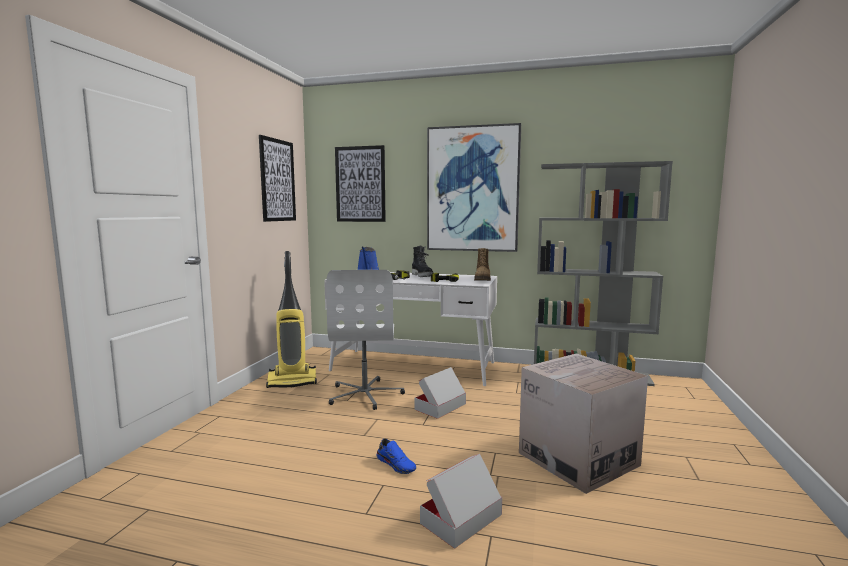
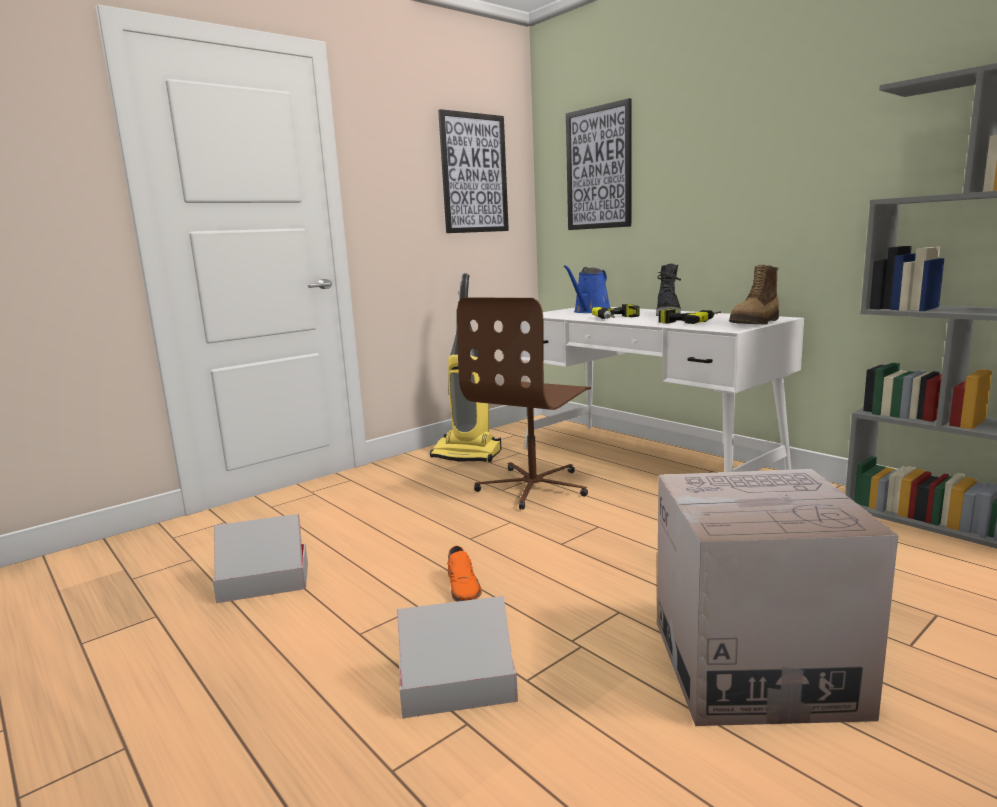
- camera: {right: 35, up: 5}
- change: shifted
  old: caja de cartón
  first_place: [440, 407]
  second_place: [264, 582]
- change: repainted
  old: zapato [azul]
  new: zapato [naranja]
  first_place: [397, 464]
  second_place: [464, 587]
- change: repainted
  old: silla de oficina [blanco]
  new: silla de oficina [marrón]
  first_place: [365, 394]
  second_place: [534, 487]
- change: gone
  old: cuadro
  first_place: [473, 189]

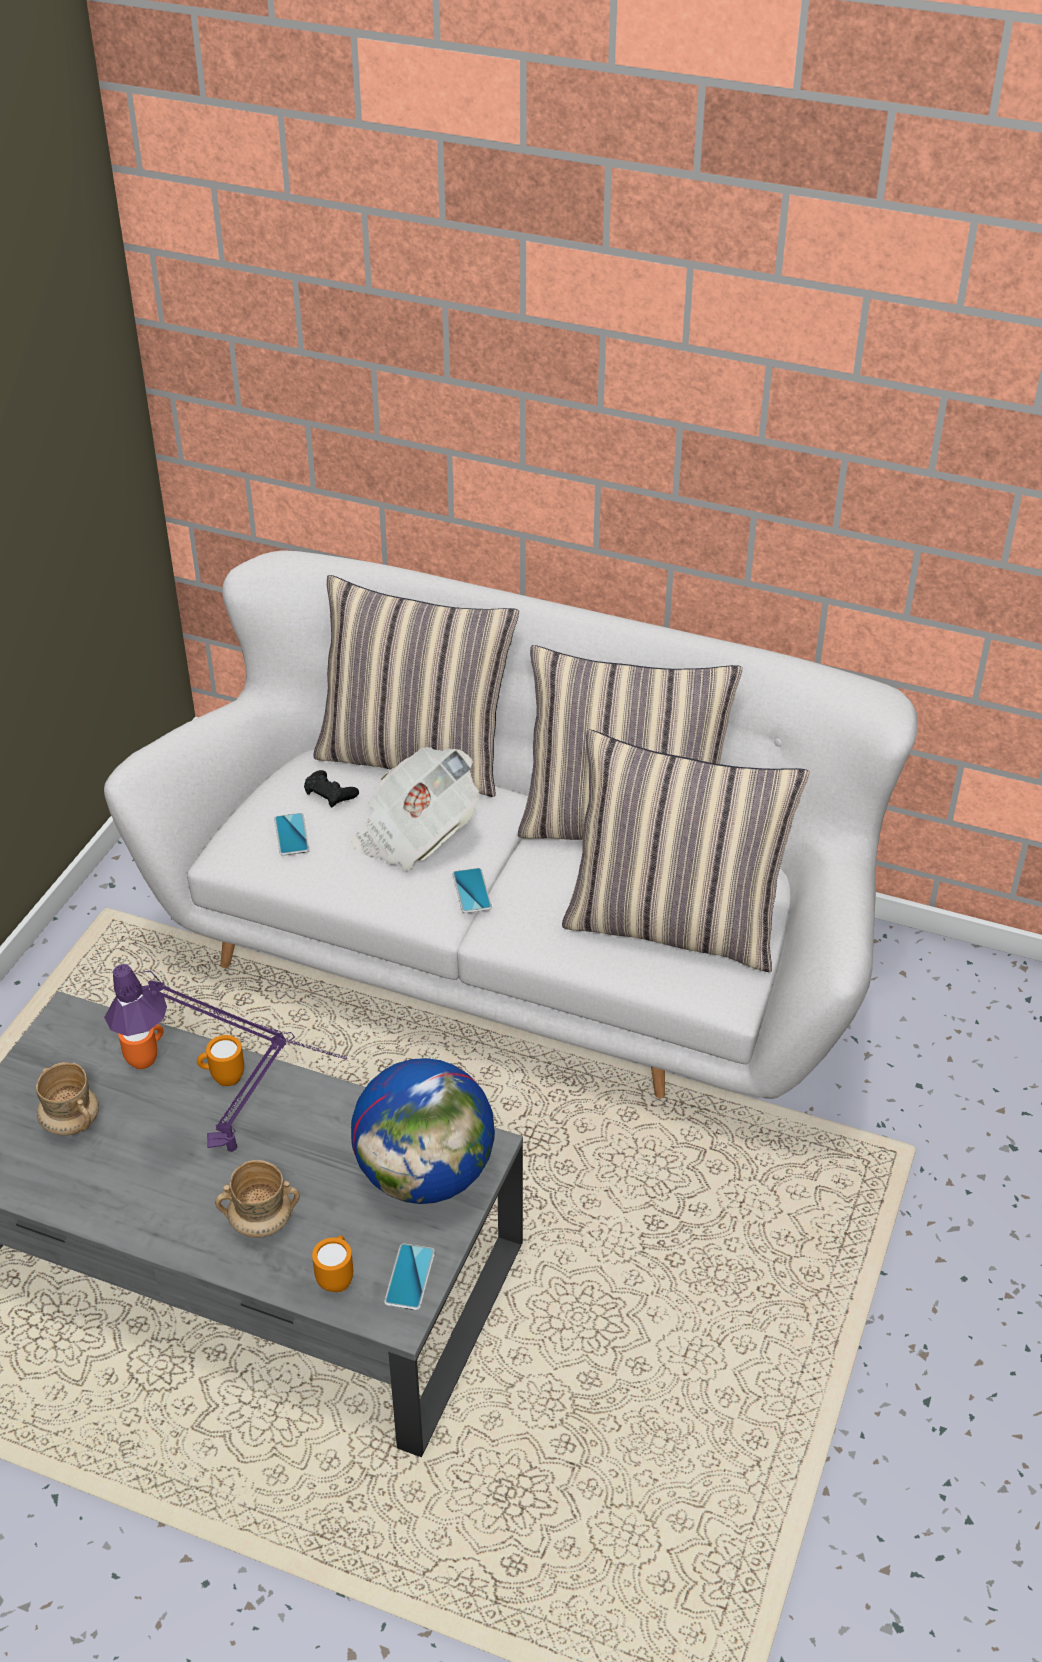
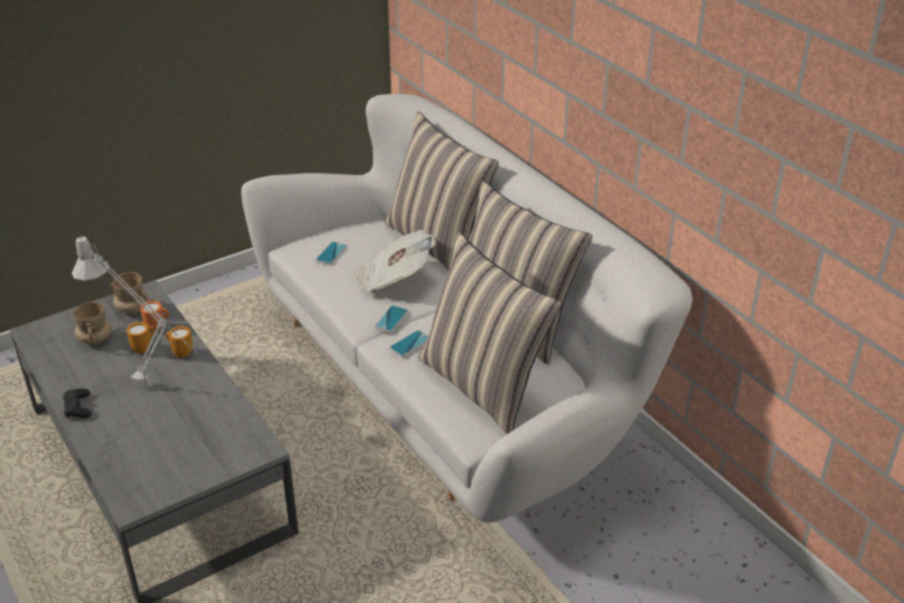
- camera: {right: 35, up: -5}
- change: shifted
  old: mando de consola [negro]
  first_place: [330, 793]
  second_place: [78, 408]
- change: repainted
  old: lámpara de mesa [morado]
  new: lámpara de mesa [gris]
  first_place: [247, 1149]
  second_place: [154, 390]
- change: shifted
  old: taza grande [beis]
  first_place: [261, 1223]
  second_place: [132, 309]
- change: shifted
  old: taza grande [naranja]
  first_place: [337, 1277]
  second_place: [145, 348]
- change: shifted
  old: móvil
  first_place: [410, 1277]
  second_place: [410, 344]
- change: gone
  old: globo terráqueo
  first_place: [426, 1175]

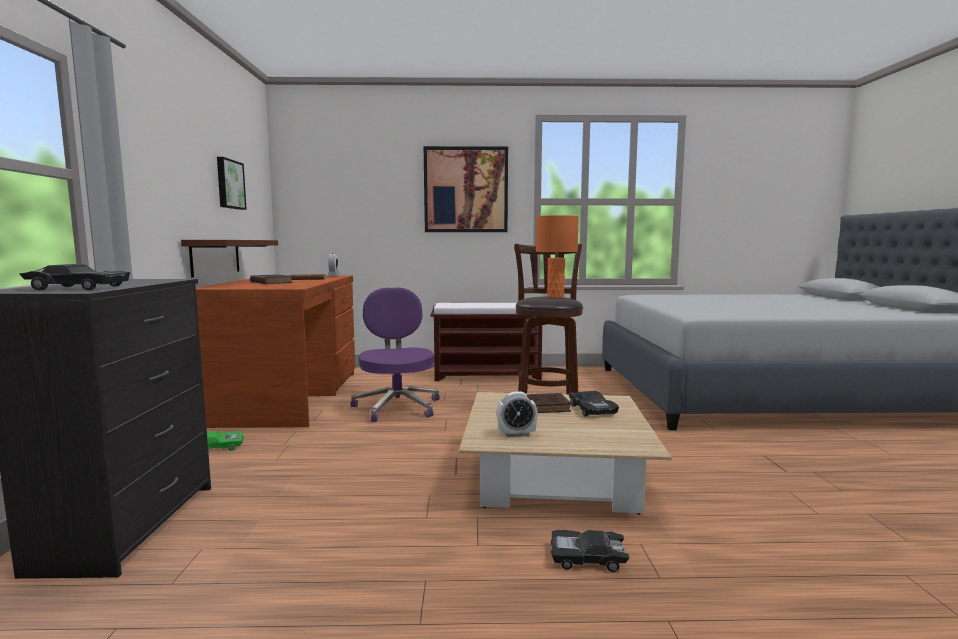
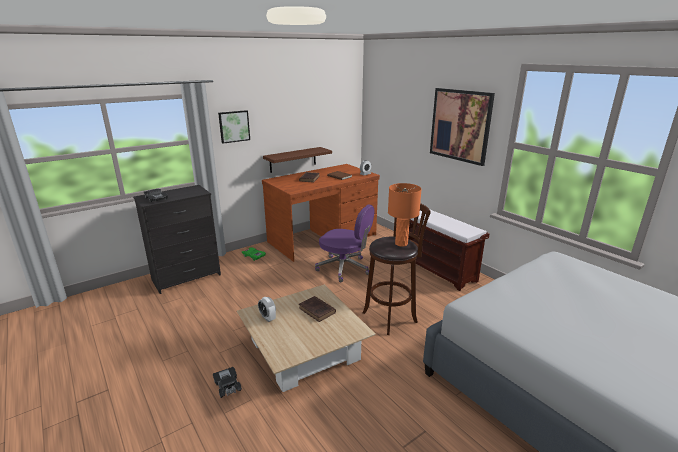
- camera: {right: 55, up: 15}
- change: shifted
  old: cuadro
  first_place: [229, 184]
  second_place: [234, 126]
- change: rotated
  old: silla de oficina [morado]
  first_place: [397, 406]
  second_place: [344, 268]
  degrees: 75
- change: gone
  old: coche de juguete [negro]
  first_place: [592, 410]

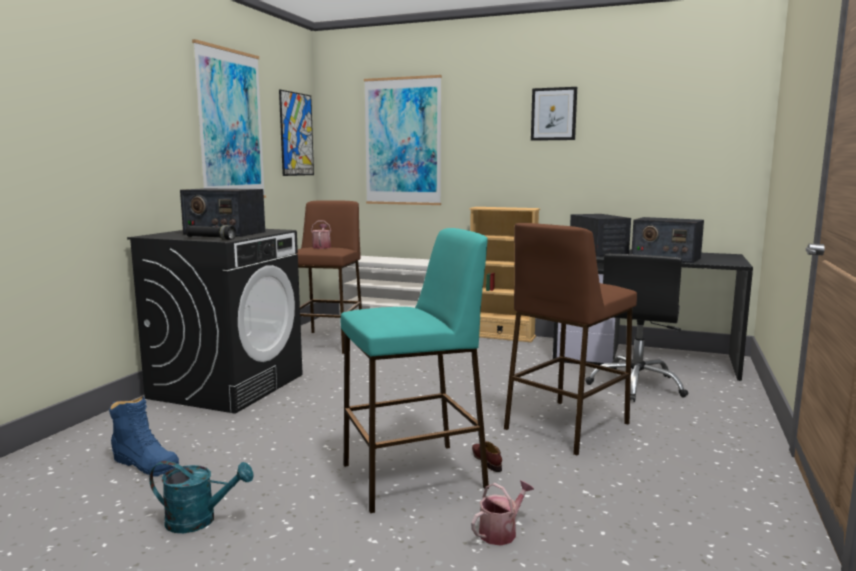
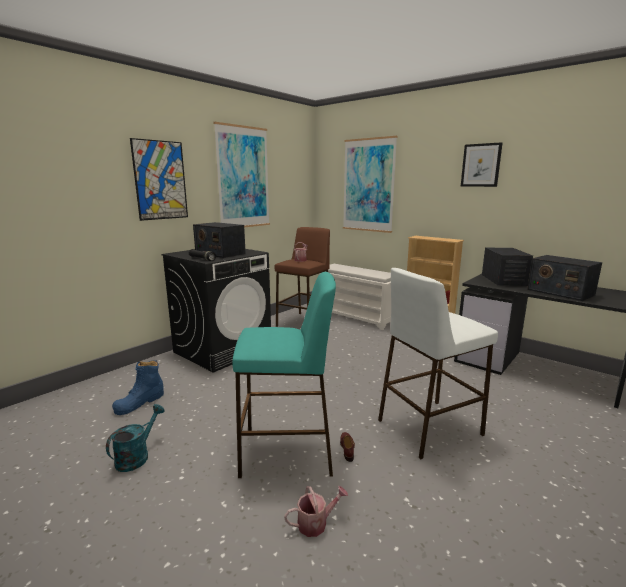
- camera: {right: 20, up: 5}
- change: rotated
  old: regadera [turquesa]
  first_place: [199, 520]
  second_place: [137, 456]
  degrees: -90
- change: rotated
  old: bota [azul]
  first_place: [145, 463]
  second_place: [140, 403]
  degrees: 75
- change: shifted
  old: cuadro
  first_place: [296, 134]
  second_place: [160, 180]
- change: repainted
  old: taburete [marrón]
  new: taburete [blanco]
  first_place: [566, 426]
  second_place: [428, 427]
- change: gone
  old: silla de oficina [negro]
  first_place: [636, 385]

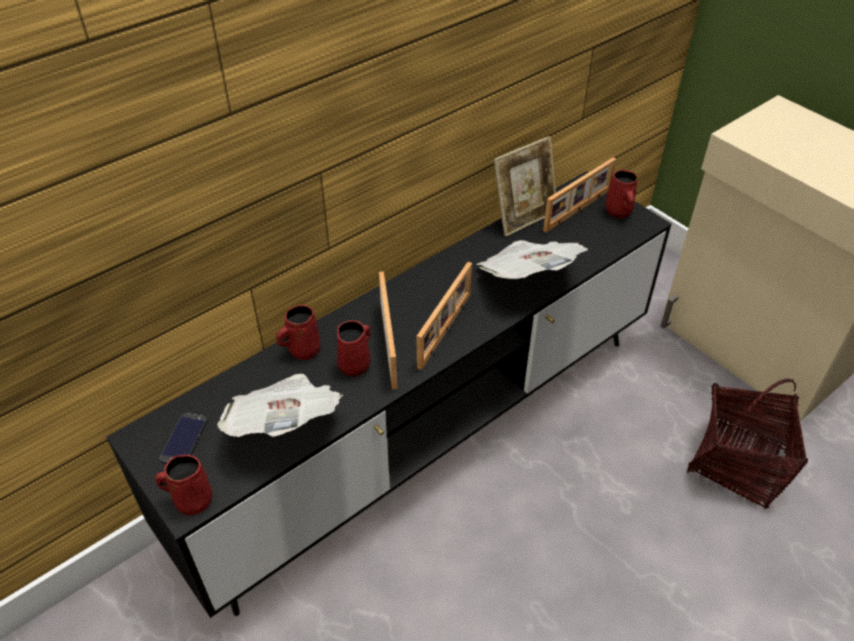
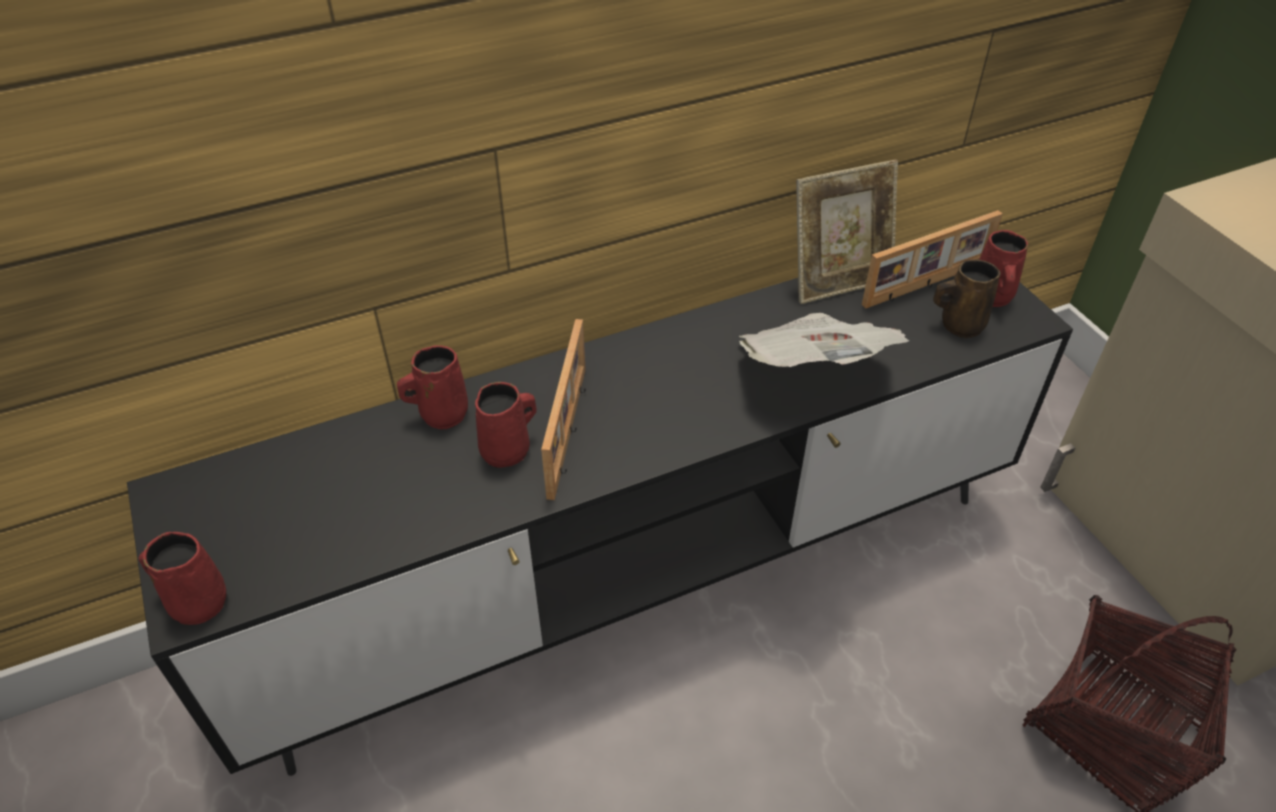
- camera: {right: 15, up: 0}
- change: new
  new: taza grande [marrón]
  second_place: [959, 325]
- change: gone
  old: móvil
  first_place: [184, 439]
- change: gone
  old: periódico
  first_place: [285, 424]
- change: gone
  old: portarretratos
  first_place: [446, 331]

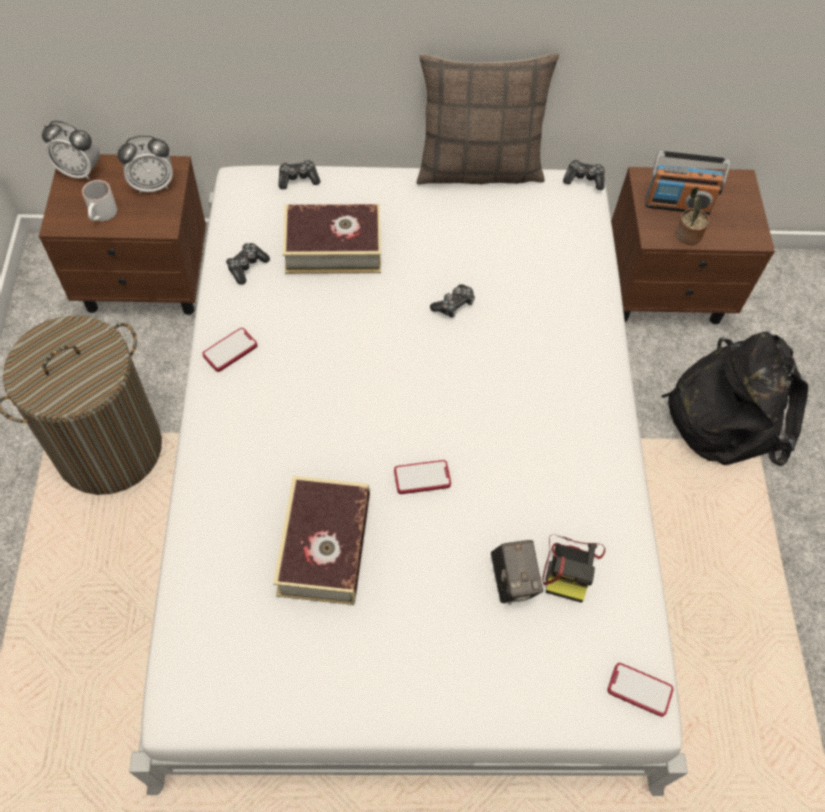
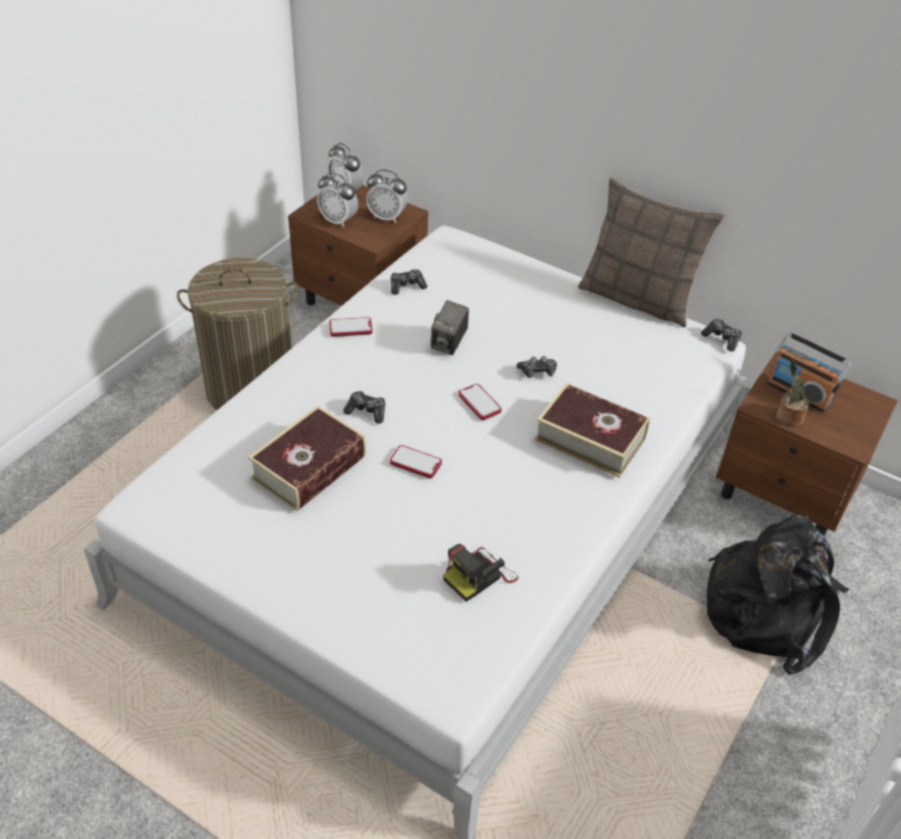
- camera: {right: 35, up: -15}
- change: swapped
  old: taza grande [blanco]
  new: despertador
  first_place: [102, 215]
  second_place: [338, 221]
- change: shifted
  old: mando de consola
  first_place: [298, 179]
  second_place: [366, 411]
- change: shifted
  old: cámara
  first_place: [512, 581]
  second_place: [449, 343]
- change: shifted
  old: móvil
  first_place: [639, 690]
  second_place: [479, 403]
- change: shifted
  old: libro
  first_place: [333, 248]
  second_place: [590, 439]

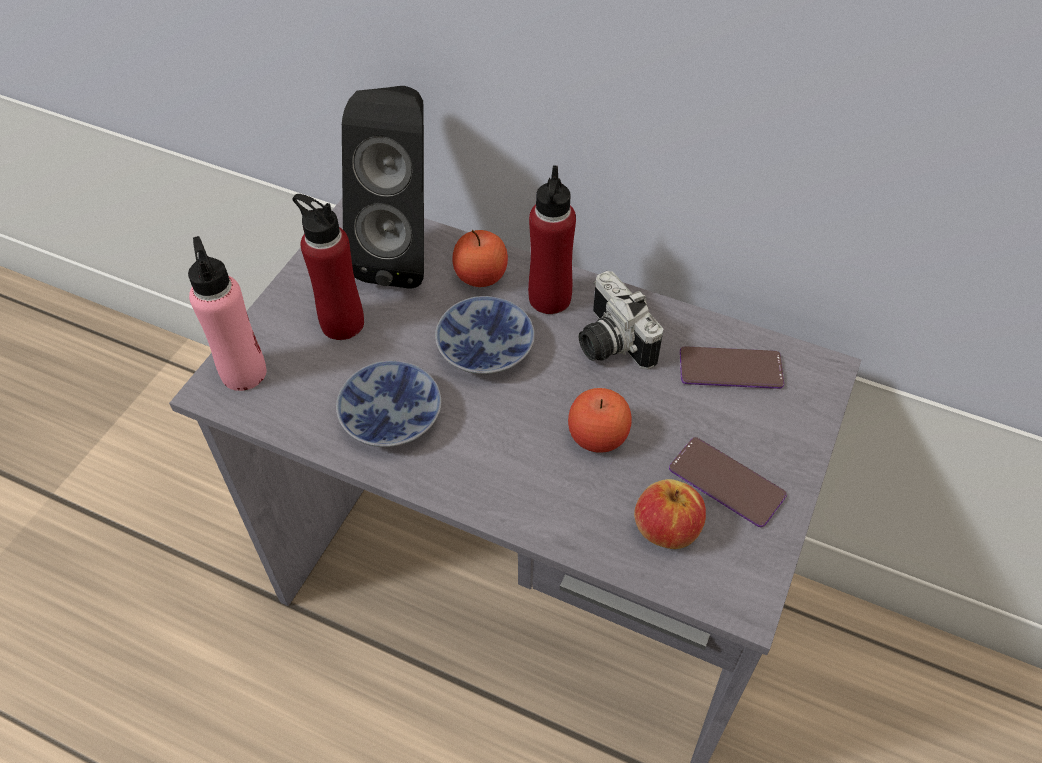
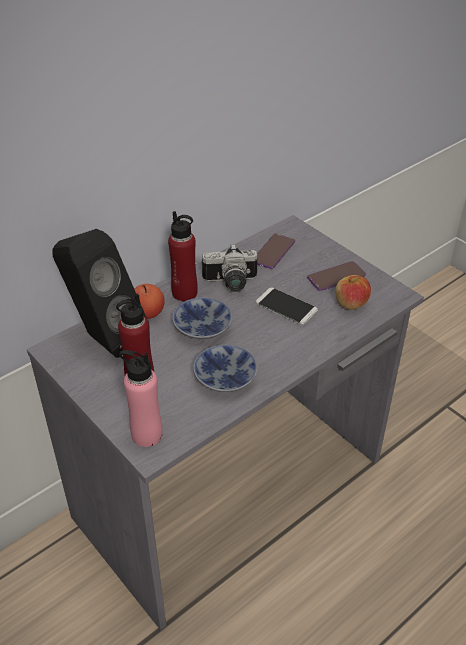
- camera: {right: -65, up: -10}
- change: swapped
  old: manzana
  new: móvil
  first_place: [598, 436]
  second_place: [286, 306]

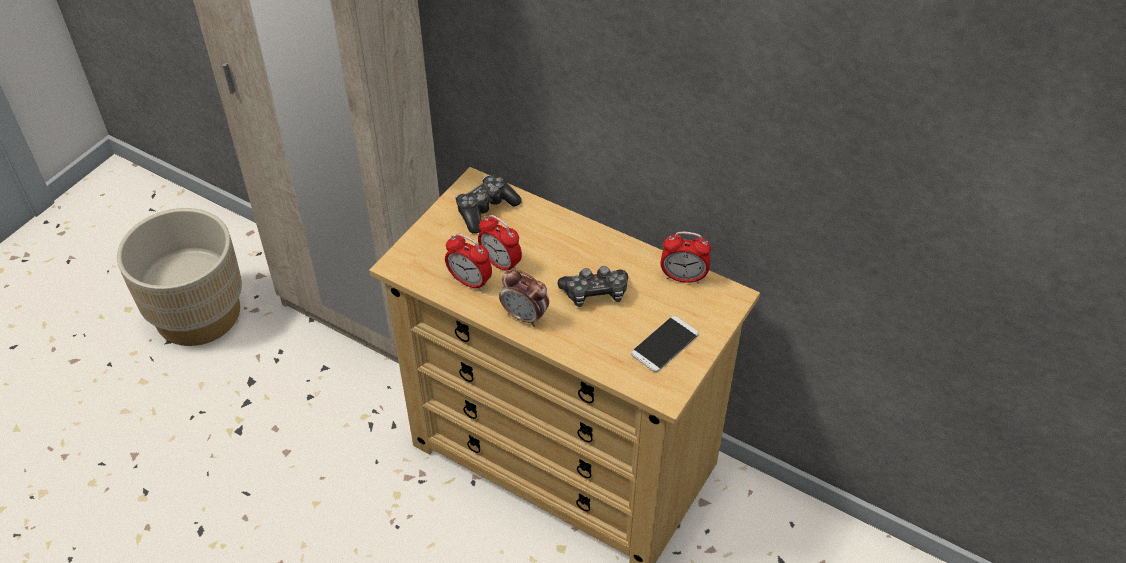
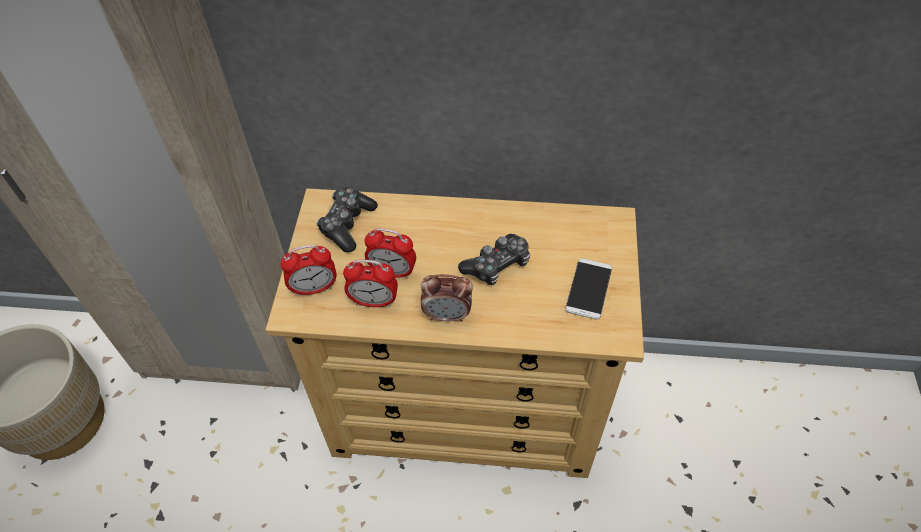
- camera: {right: -25, up: 5}
- change: shifted
  old: despertador
  first_place: [683, 277]
  second_place: [314, 288]

